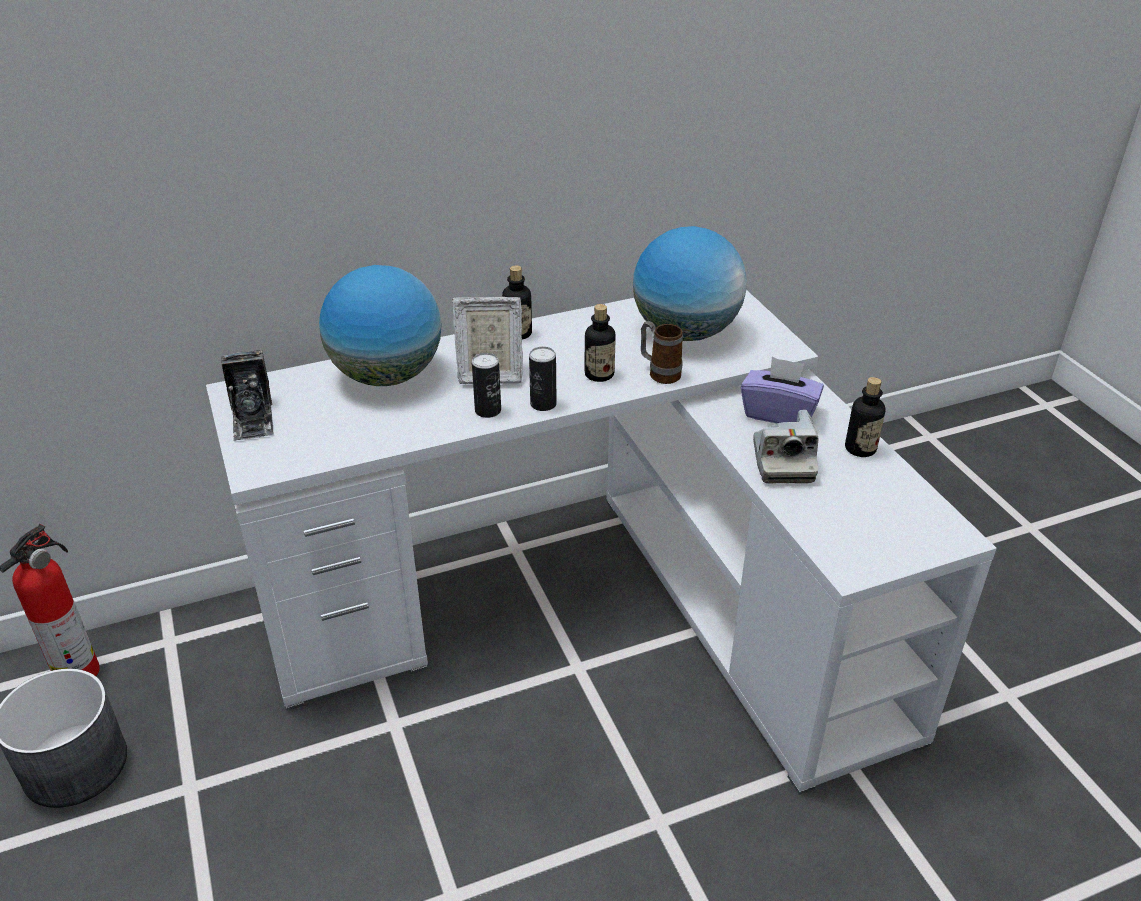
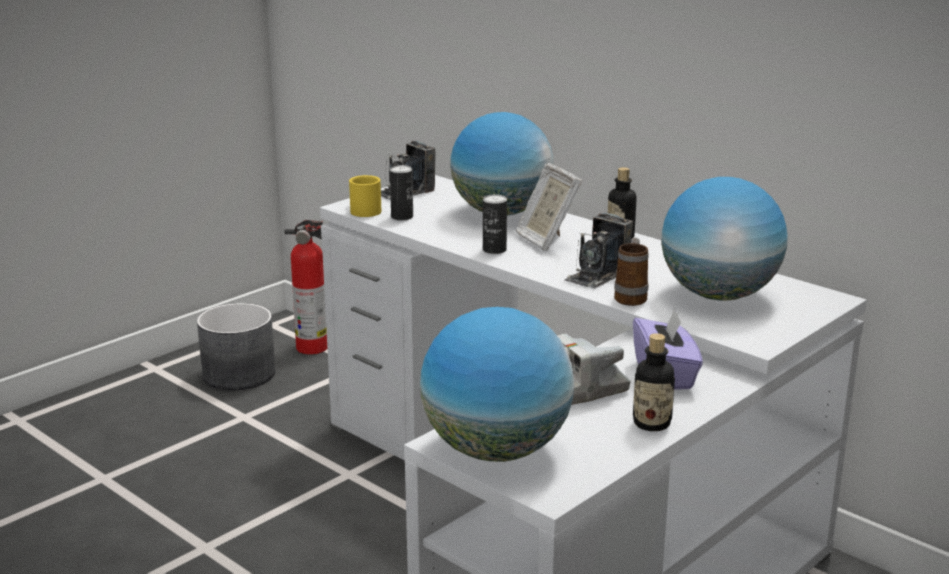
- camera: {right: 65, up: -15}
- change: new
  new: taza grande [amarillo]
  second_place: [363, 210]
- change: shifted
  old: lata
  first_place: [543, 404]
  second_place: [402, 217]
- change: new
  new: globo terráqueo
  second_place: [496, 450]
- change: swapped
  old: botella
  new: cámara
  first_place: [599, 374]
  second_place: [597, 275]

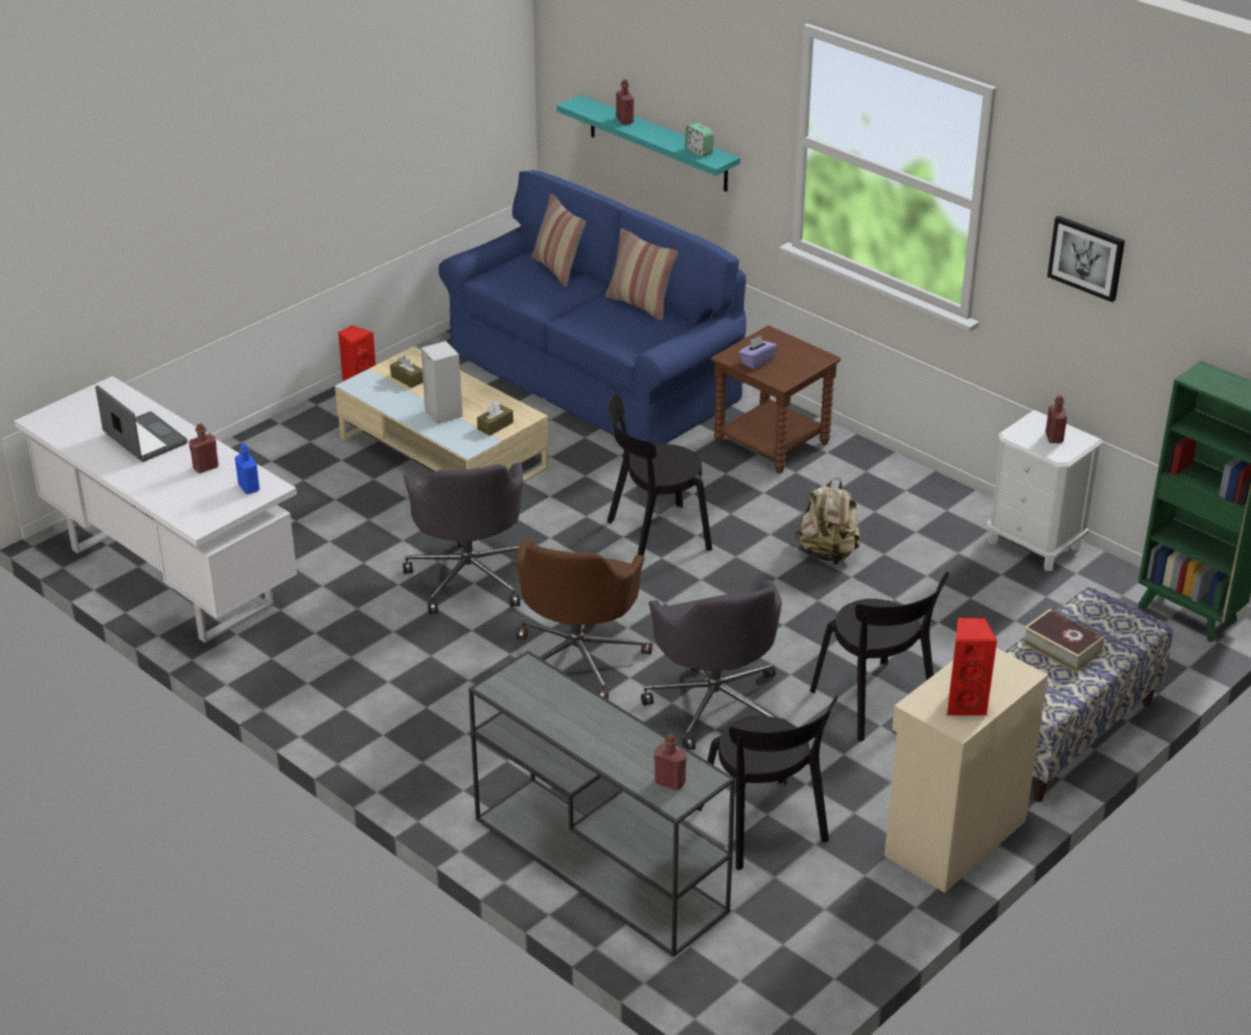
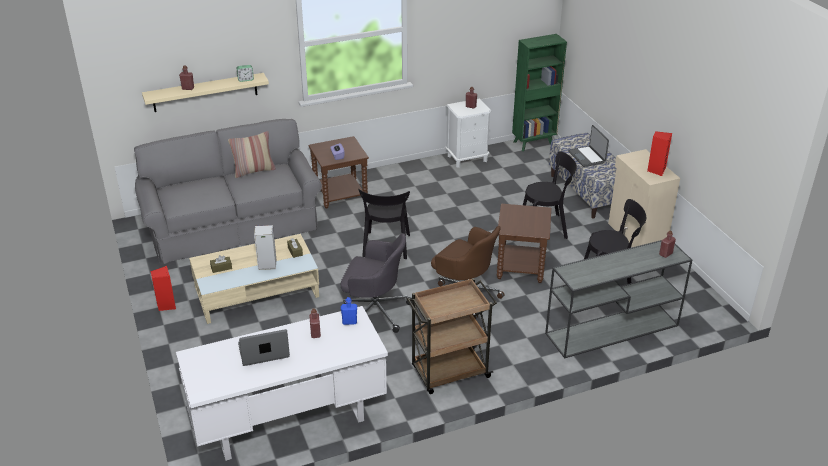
- camera: {right: -65, up: 0}
- change: repainted
  old: sofá [azul]
  new: sofá [gris]
  first_place: [592, 375]
  second_place: [232, 226]
- change: repainted
  old: estante [turquesa]
  new: estante [beis]
  first_place: [658, 144]
  second_place: [205, 92]
- change: new
  new: carrito [marrón]
  second_place: [449, 372]
- change: swapped
  old: silla de oficina [gris]
  new: mesa auxiliar [marrón]
  first_place: [715, 704]
  second_place: [521, 267]
- change: swapped
  old: libro
  new: portátil
  first_place: [1061, 648]
  second_place: [587, 157]
- change: gone
  old: cojín
  first_place: [558, 269]
- change: gone
  old: mochila [beis]
  first_place: [828, 553]
- change: gone
  old: cuadro
  first_place: [1087, 257]

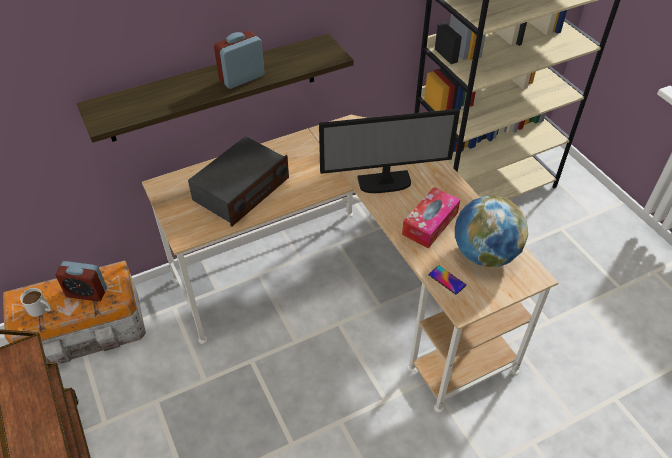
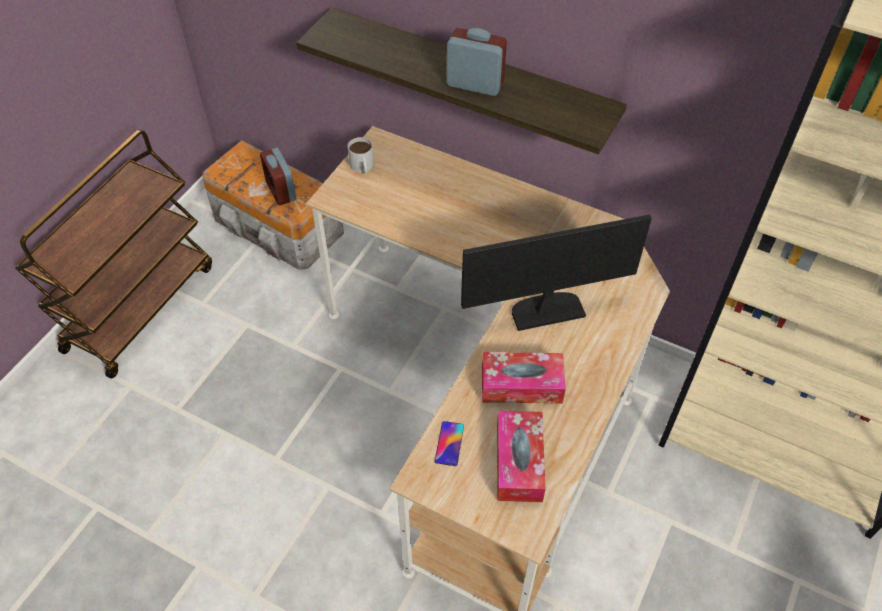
- camera: {right: 55, up: 5}
- change: shifted
  old: taza grande [blanco]
  first_place: [41, 309]
  second_place: [362, 167]
- change: rotated
  old: monitor
  first_place: [384, 183]
  second_place: [546, 310]
  degrees: 120
- change: swapped
  old: globo terráqueo
  new: caja de pañuelos
  first_place: [484, 254]
  second_place: [519, 462]
- change: gone
  old: radio
  first_place: [241, 190]

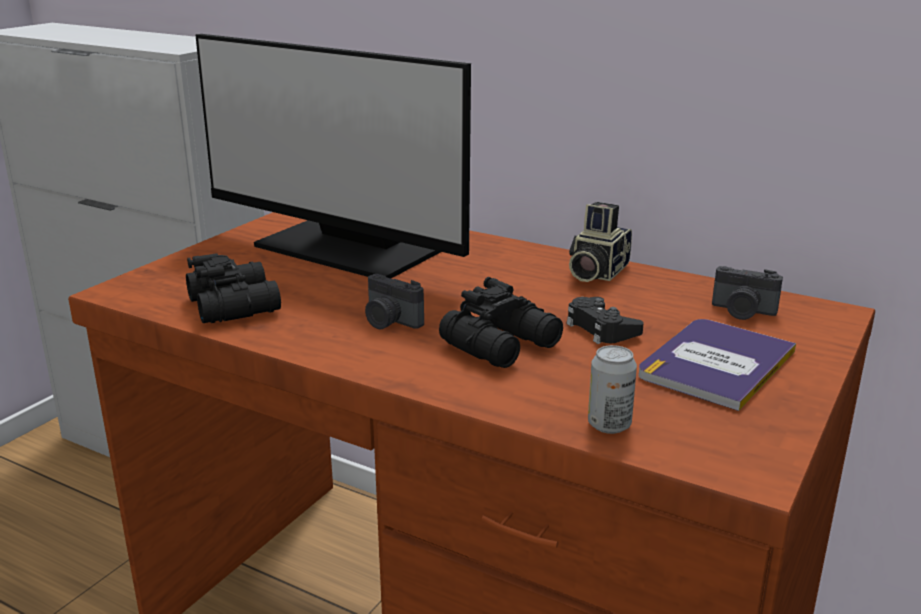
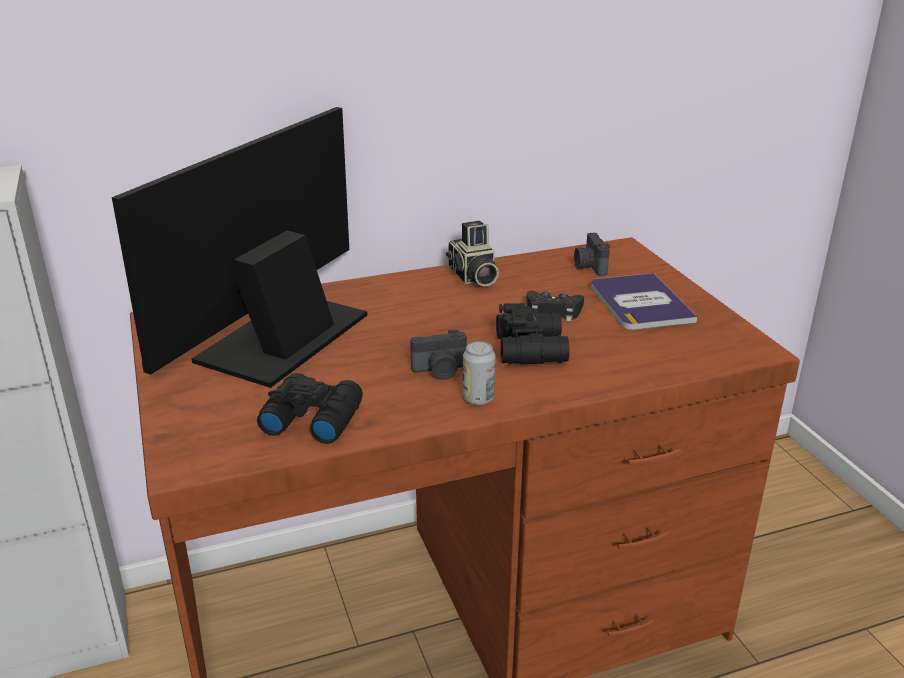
- camera: {right: -50, up: 5}
- change: rotated
  old: monitor
  first_place: [346, 249]
  second_place: [280, 337]
  degrees: 135
- change: shifted
  old: lata
  first_place: [609, 425]
  second_place: [478, 398]
- change: rotated
  old: cámara
  first_place: [742, 312]
  second_place: [589, 267]
  degrees: 105

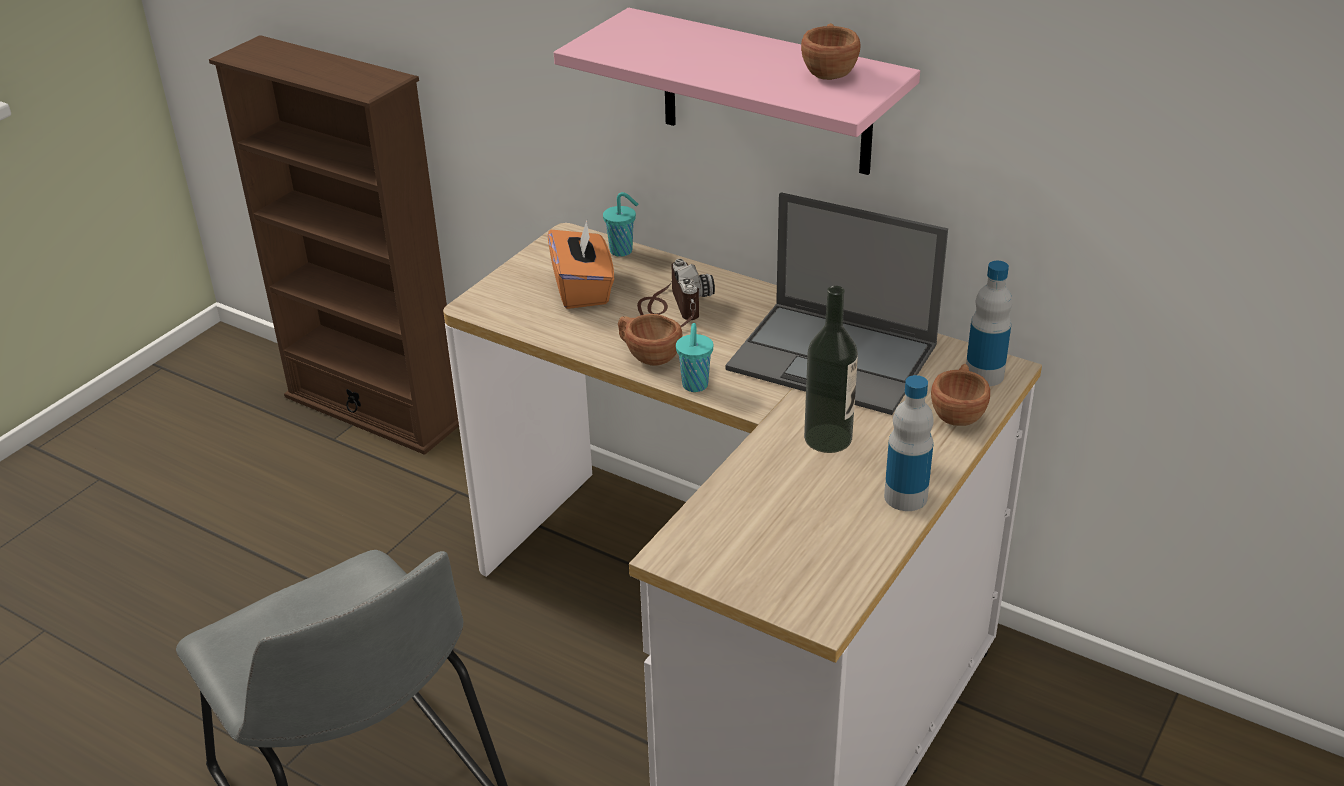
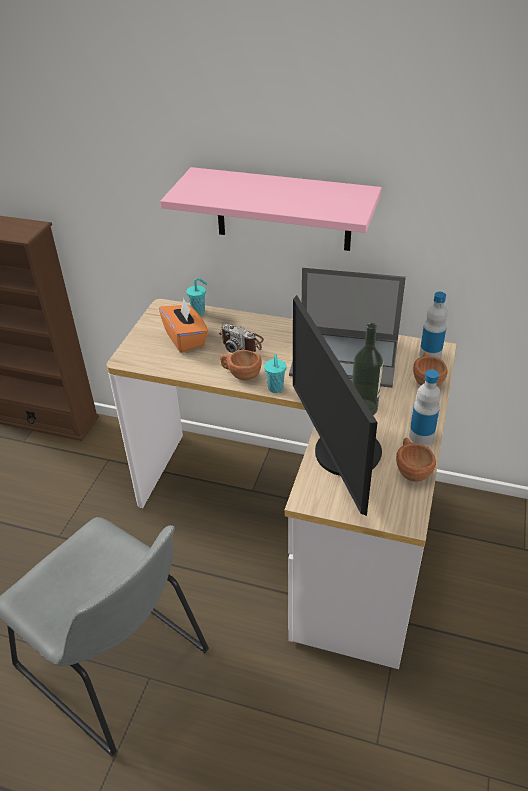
- camera: {right: -15, up: 5}
- change: rotated
  old: cámara
  first_place: [672, 309]
  second_place: [242, 343]
  degrees: 150
- change: new
  new: monitor
  second_place: [340, 454]
- change: shifted
  old: taza [marrón]
  first_place: [829, 72]
  second_place: [411, 469]

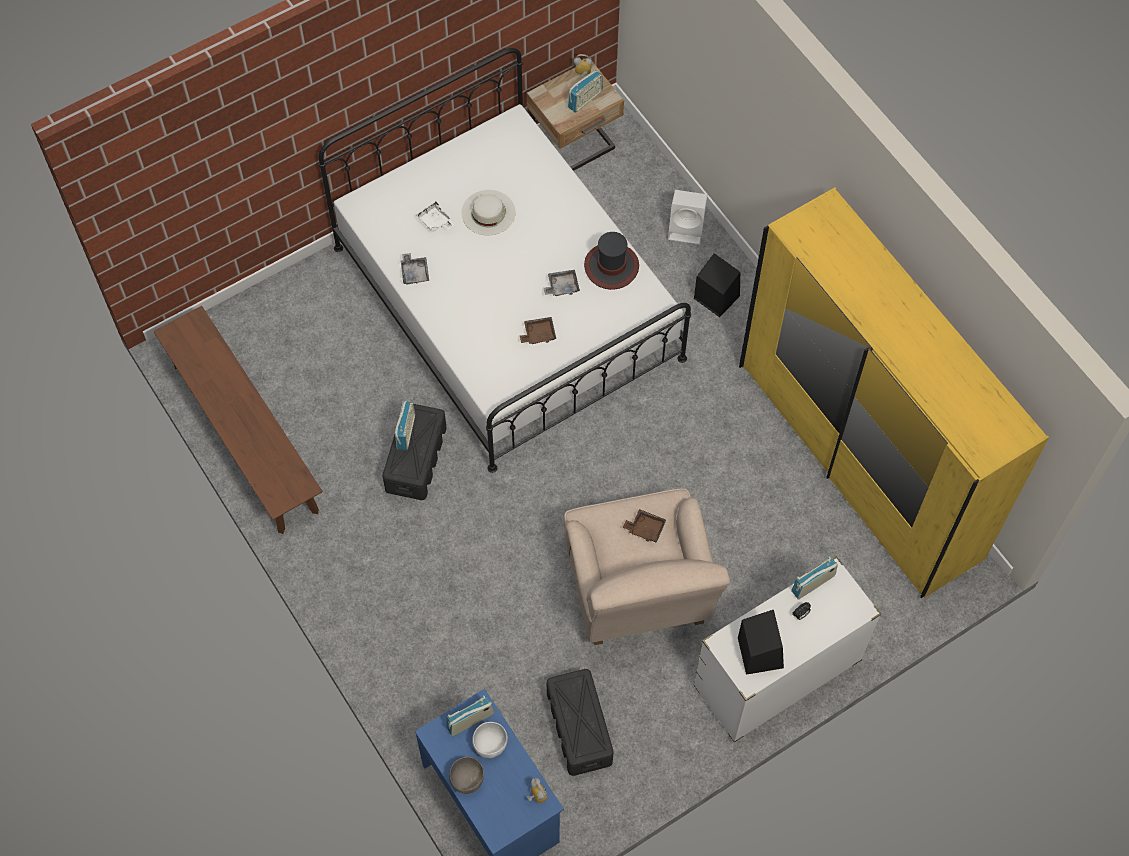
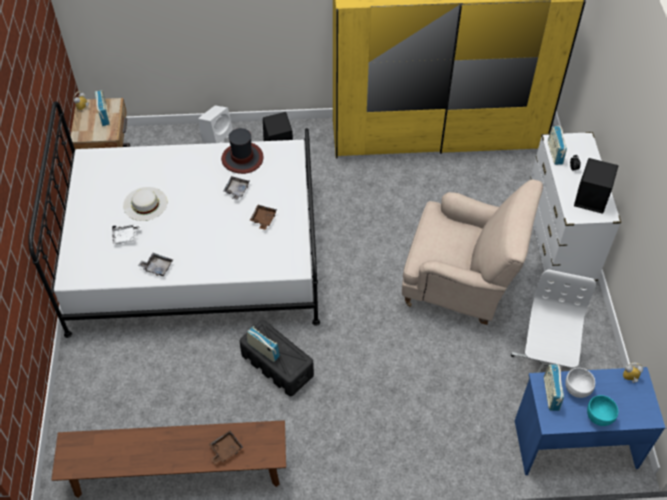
- camera: {right: -60, up: -10}
- change: shifted
  old: bandeja [marrón]
  first_place: [645, 528]
  second_place: [225, 449]
- change: swapped
  old: caja de almacenaje [negro]
  new: silla de oficina [blanco]
  first_place: [579, 728]
  second_place: [543, 363]
- change: repainted
  old: cuenco [gris]
  new: cuenco [turquesa]
  first_place: [467, 780]
  second_place: [599, 417]

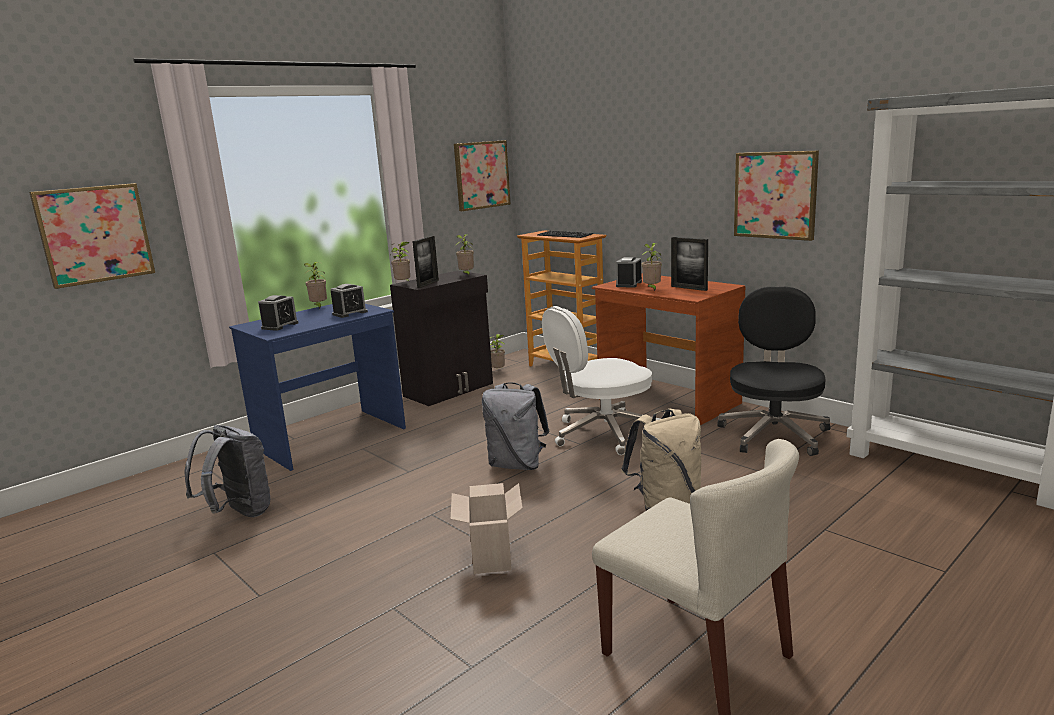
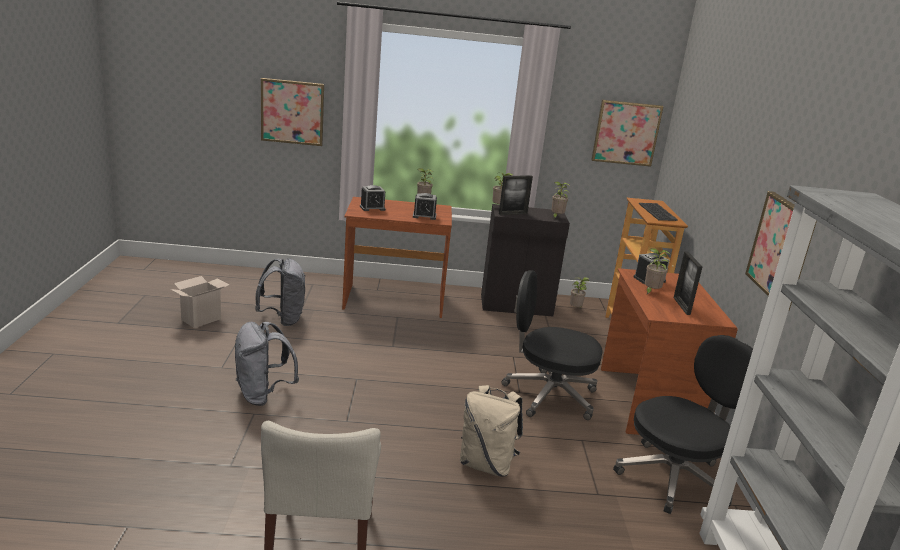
- camera: {right: 40, up: 5}
- change: shifted
  old: caja de cartón
  first_place: [490, 556]
  second_place: [201, 319]
- change: shifted
  old: mochila [gris]
  first_place: [517, 465]
  second_place: [263, 395]
- change: repainted
  old: escritorio [azul]
  new: escritorio [marrón]
  first_place: [331, 438]
  second_place: [394, 301]
- change: repainted
  old: silla de oficina [blanco]
  new: silla de oficina [negro]
  first_place: [602, 434]
  second_place: [548, 395]

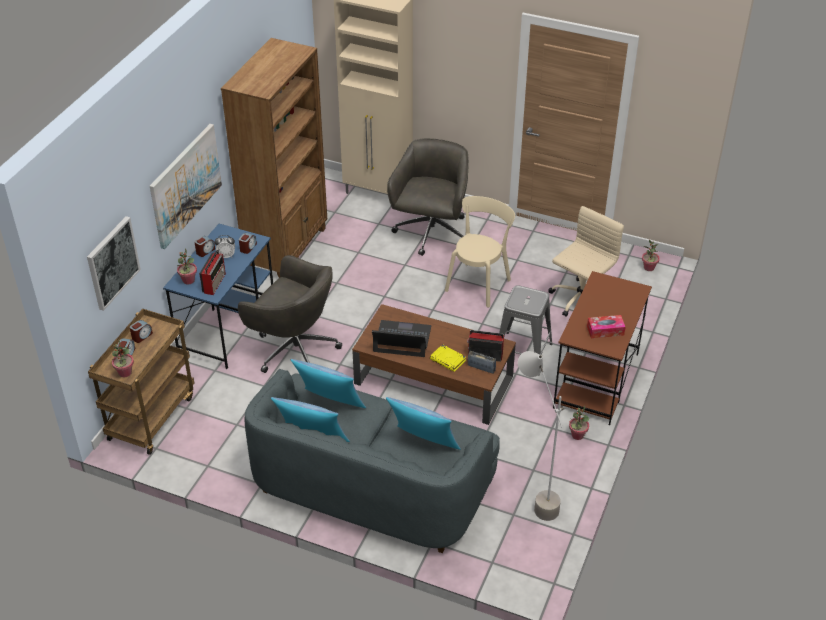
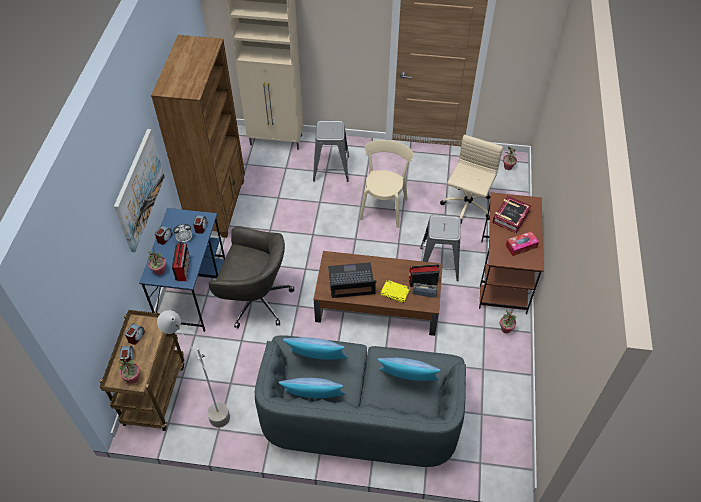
- camera: {right: -15, up: 10}
- change: shifted
  old: lámpara de pie [gris]
  first_place: [533, 496]
  second_place: [208, 407]
- change: swapped
  old: silla de oficina [gris]
  new: taburete [gris]
  first_place: [431, 233]
  second_place: [331, 169]
- change: new
  new: libro
  second_place: [510, 217]
- change: gone
  old: cuadro
  first_place: [112, 262]

